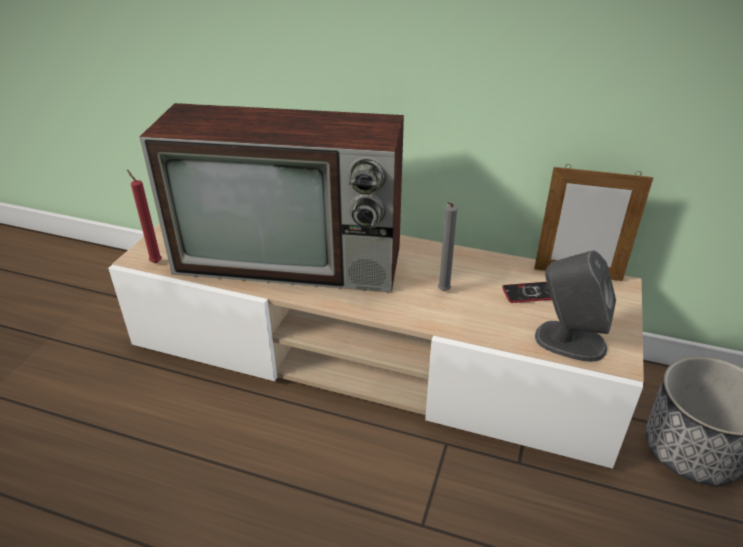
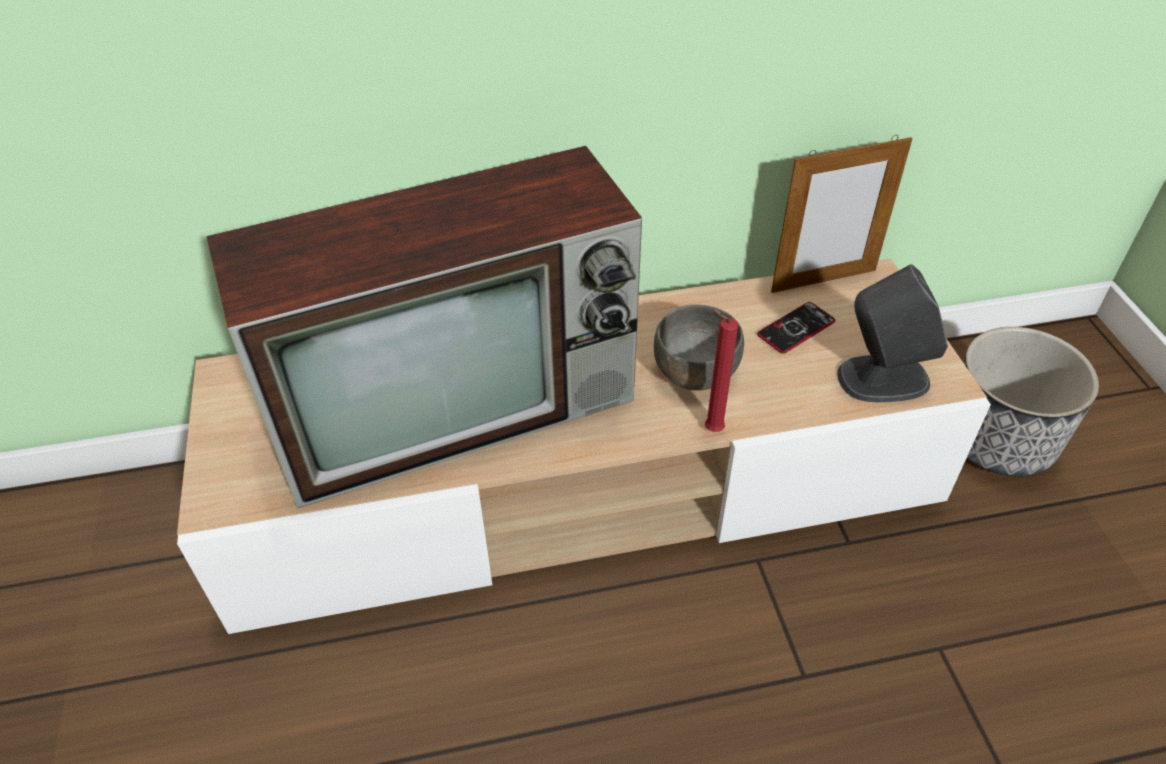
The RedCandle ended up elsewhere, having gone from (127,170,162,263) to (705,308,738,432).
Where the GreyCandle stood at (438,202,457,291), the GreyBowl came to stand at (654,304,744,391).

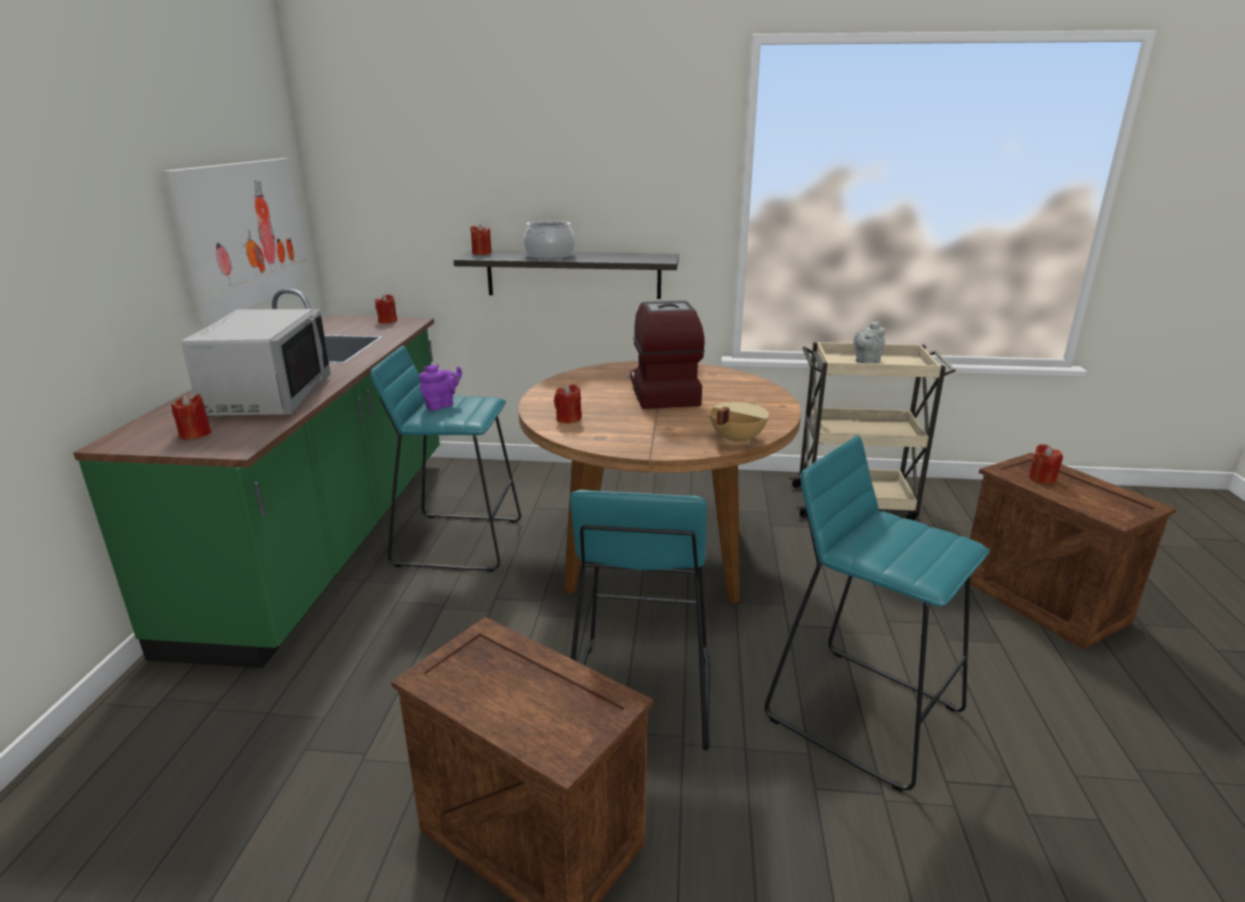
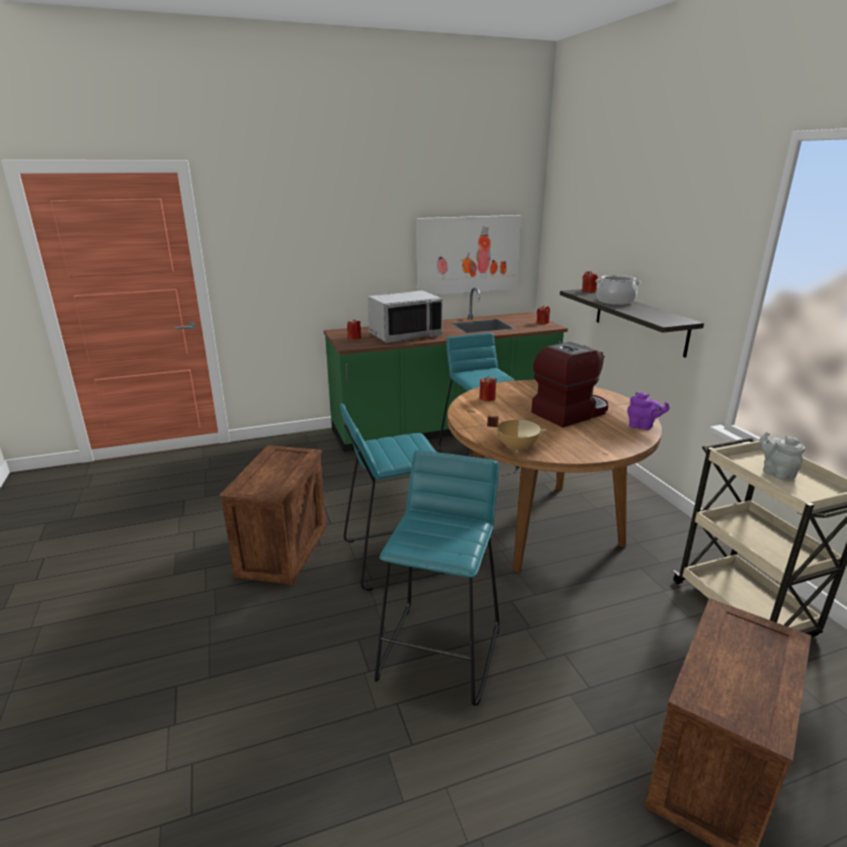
The second view lost the RedCandle at (1029,444,1063,484).
The PurpleTeapot ended up elsewhere, having gone from (419,364,462,410) to (627,392,670,430).
The GreyTeapot at (853,321,886,364) ended up facing another way, 45 degrees clockwise from before.

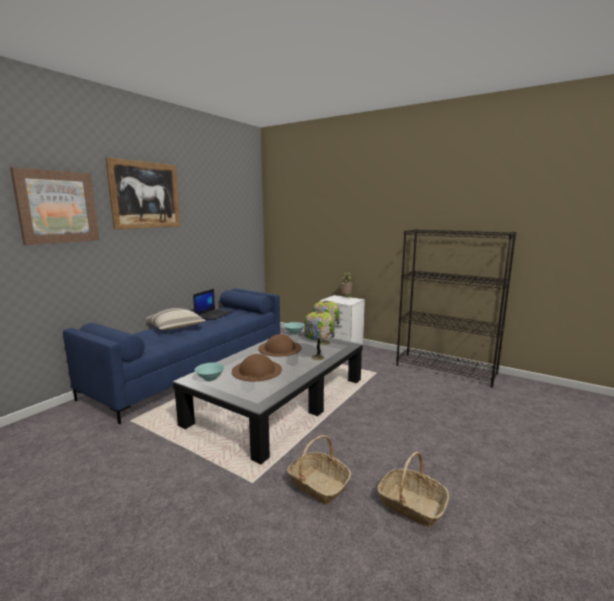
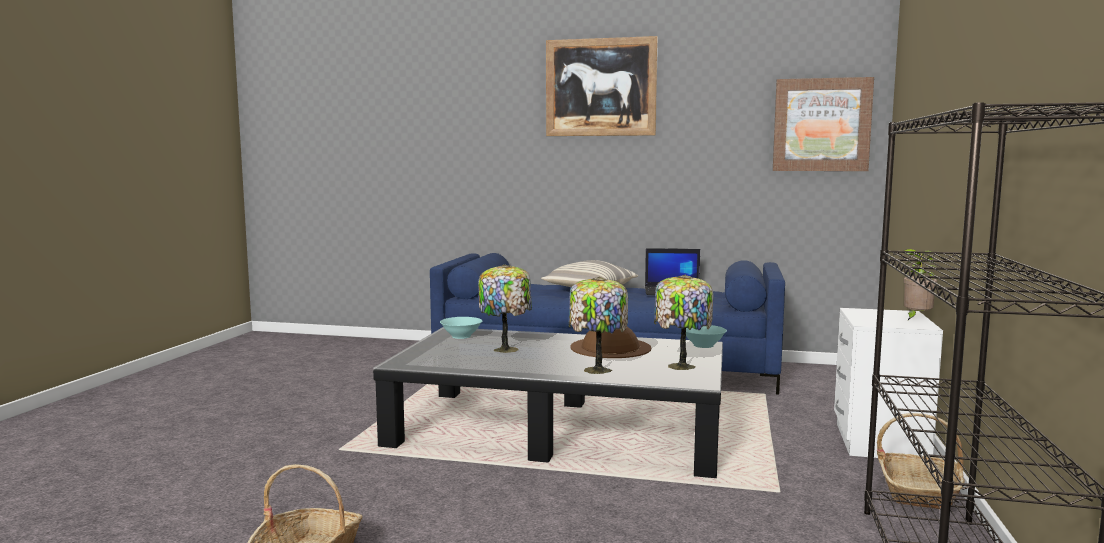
The Picture ended up elsewhere, having gone from (10,167,99,245) to (773,77,874,171).
The Basket ended up elsewhere, having gone from (287,435,351,504) to (877,413,965,509).
Where the BrownHat stood at (232,354,282,381), the TableLamp came to stand at (478,264,532,353).

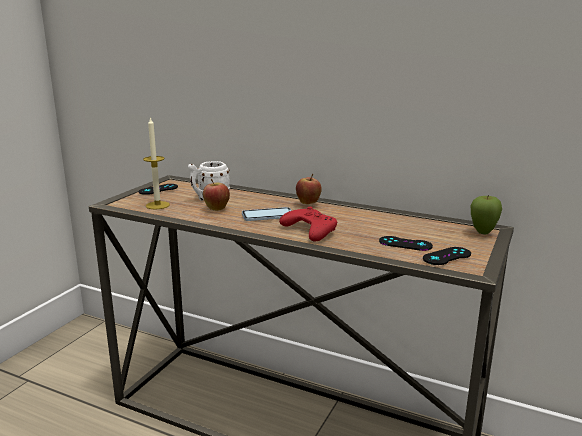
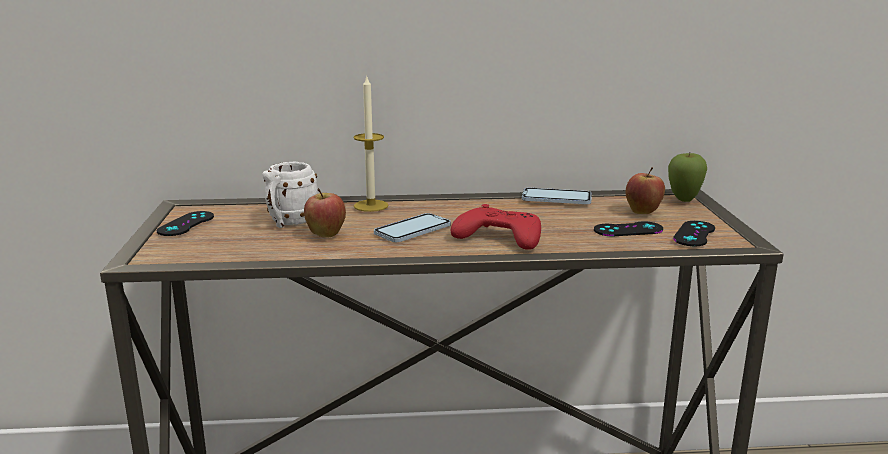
The second view gained the Phone at (522,188,592,204).
The Candle ended up elsewhere, having gone from (143,117,170,209) to (353,75,389,212).
The Apple ended up elsewhere, having gone from (296,174,322,205) to (626,167,665,214).

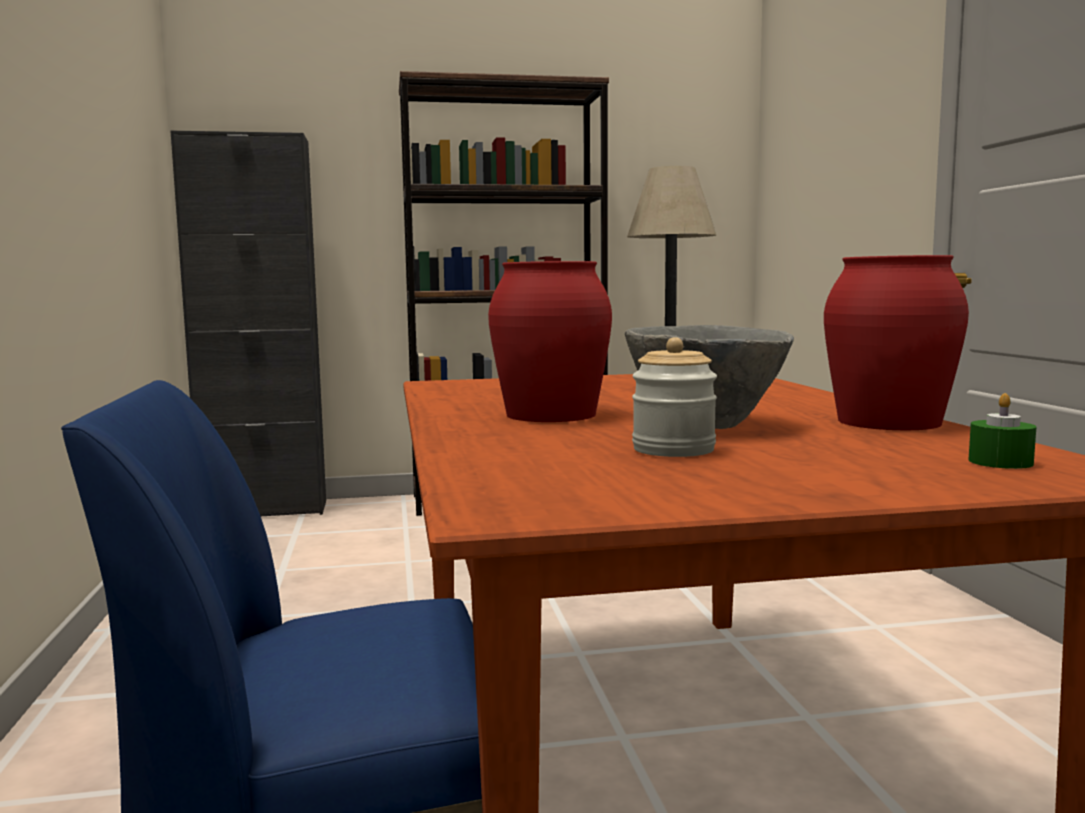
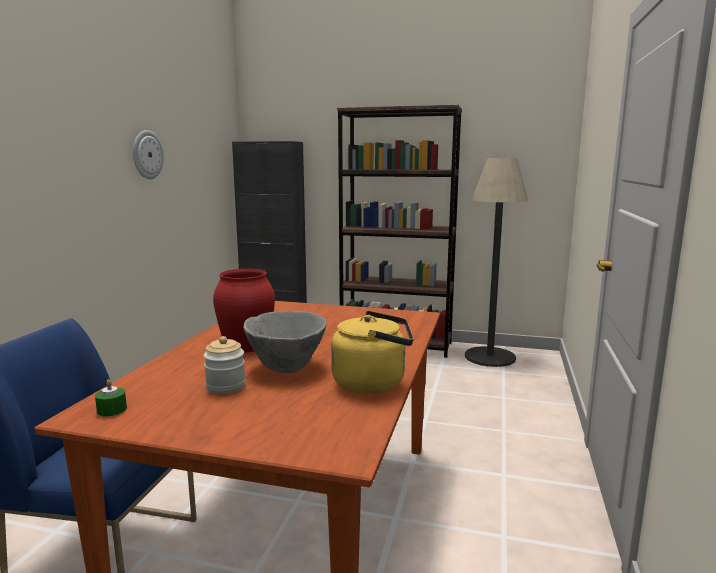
The second view gained the WallClock at (133,130,164,179).
The GreenCandle ended up elsewhere, having gone from (969,393,1036,469) to (95,379,127,416).
Where the RedVase stood at (824,255,969,430), the YellowKettle came to stand at (331,311,414,394).

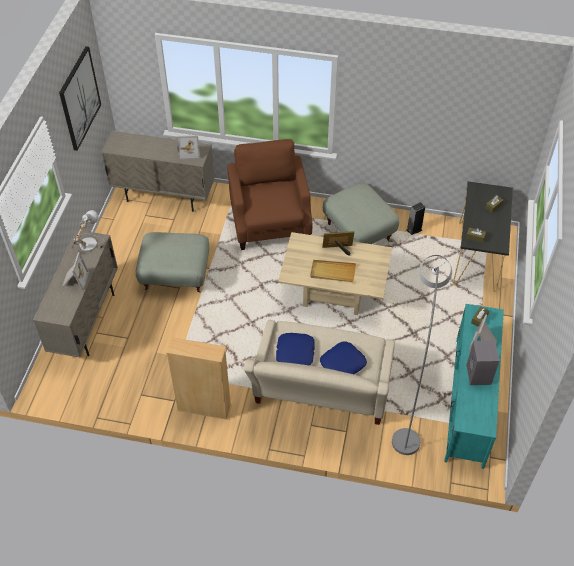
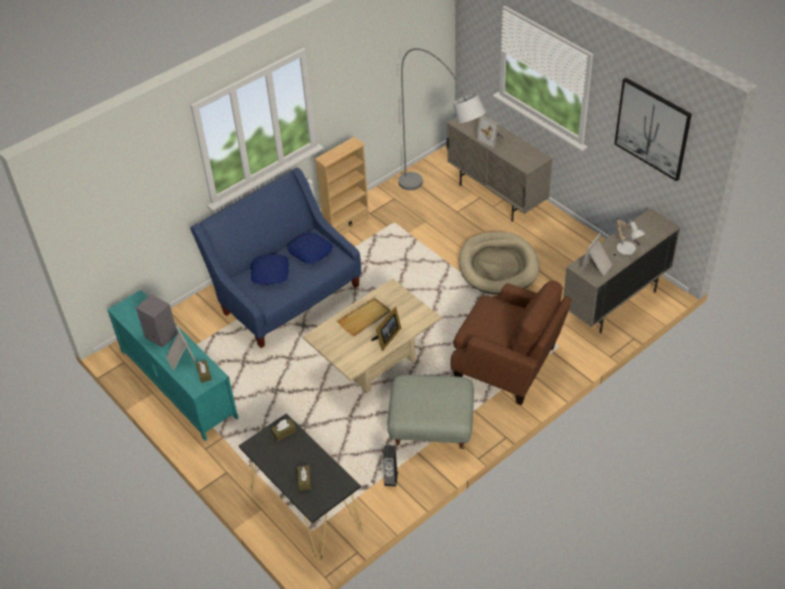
The TableLamp ended up elsewhere, having gone from (71,210,105,252) to (613,218,645,261).
The GreyFloorLamp ended up elsewhere, having gone from (392,255,452,455) to (398,48,486,190).
Where the GreyOttoman stood at (136,232,209,293), the BeigeDogBed came to stand at (459,231,540,294).
What was the BeigeSofa at (244,320,395,425) turned into the BlueSofa at (190,168,361,348).

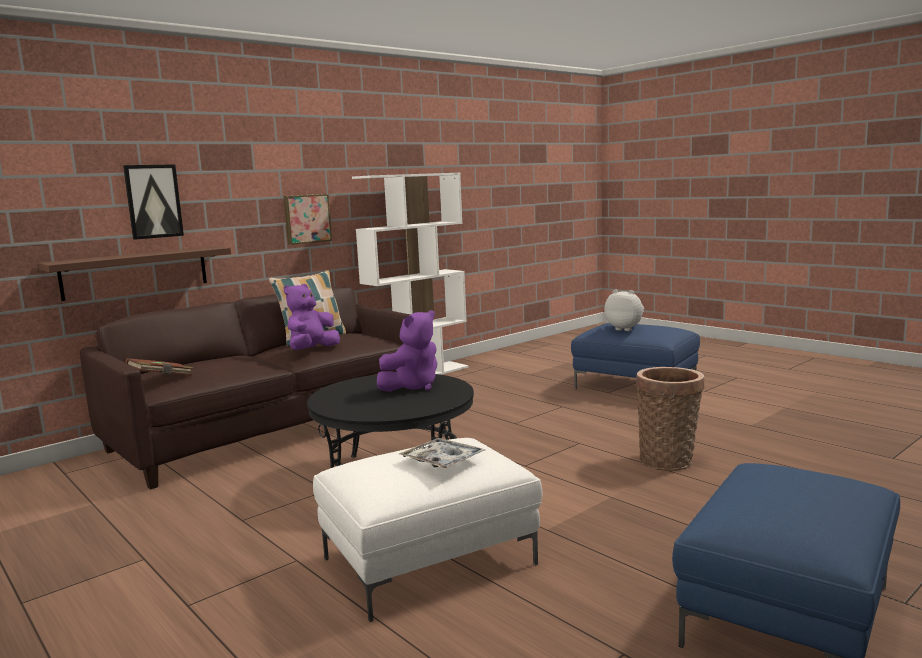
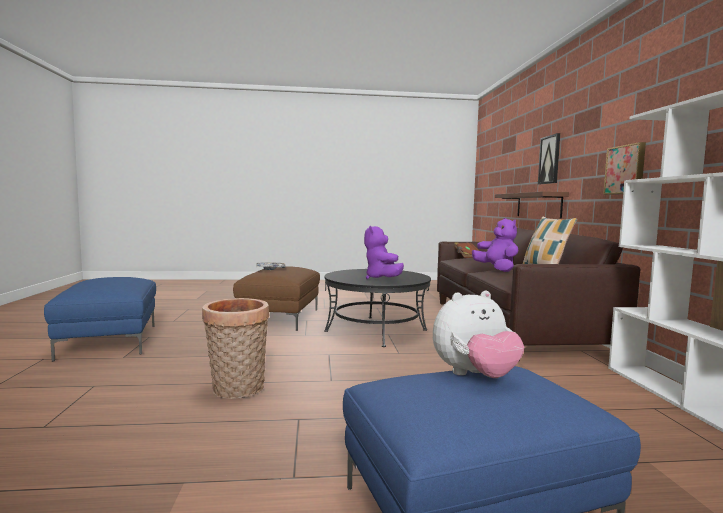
What was the WhiteOttoman at (313,438,542,622) turned into the BrownOttoman at (233,266,320,331).

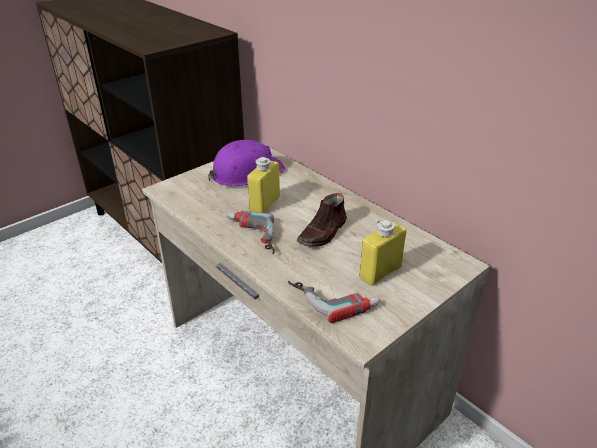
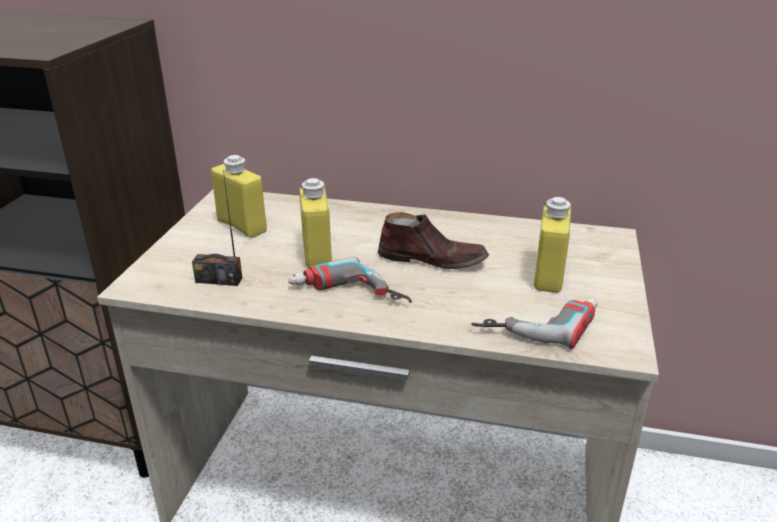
The second view gained the Radio at (192,170,242,286).
Where the PurpleHardHat stood at (208,140,285,186), the YellowBottle came to stand at (211,155,267,238).
The BrownShoe at (296,193,347,247) ended up facing another way, 75 degrees counterclockwise from before.

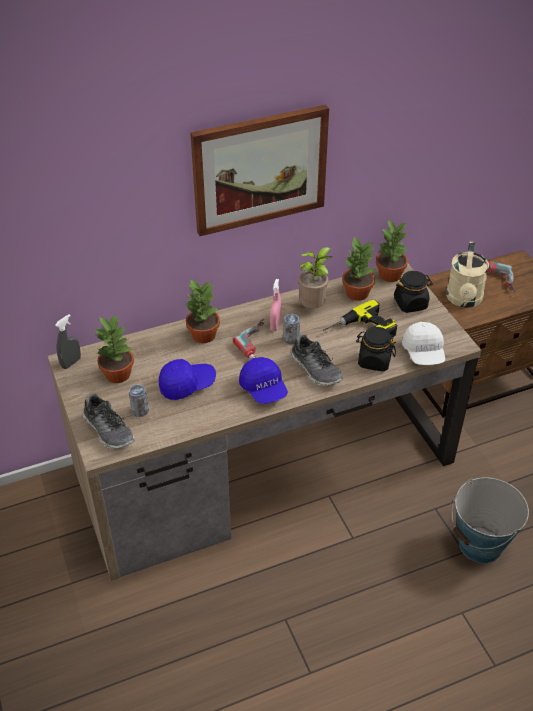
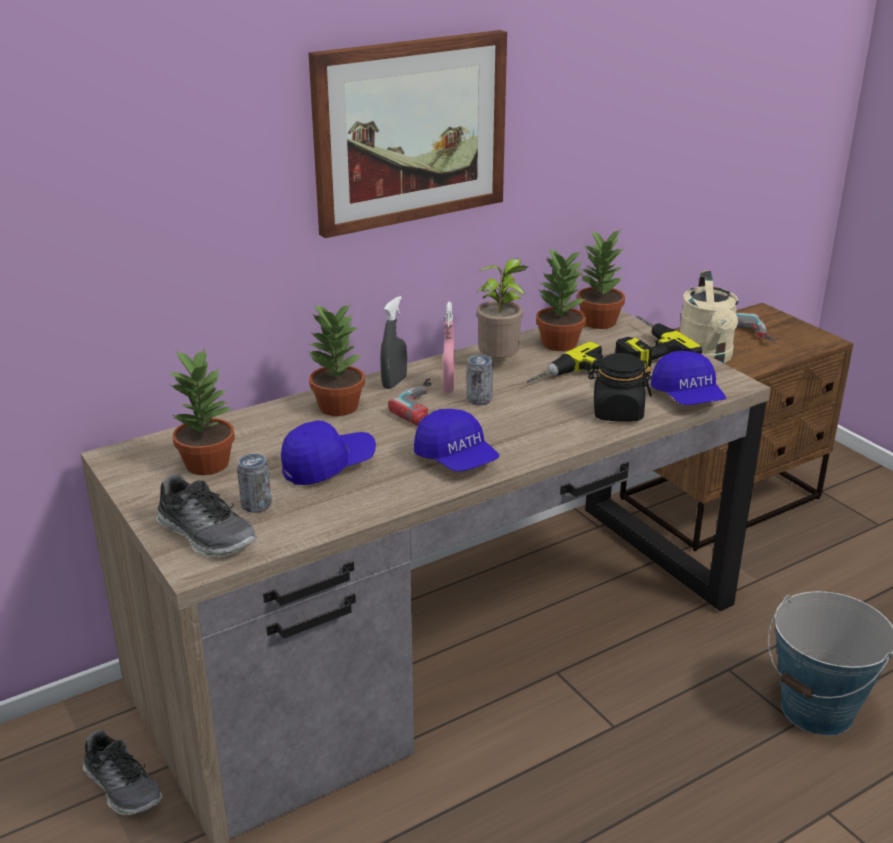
The GreySprayBottle ended up elsewhere, having gone from (55,314,81,369) to (380,296,407,389).
The Shoe ended up elsewhere, having gone from (290,334,343,386) to (83,730,162,815).
Where the BlackJar stood at (394,271,433,313), the PowerDrill came to stand at (615,315,702,367).
What was the WhiteCap at (402,322,445,365) turned into the BlueCap at (651,351,726,405).

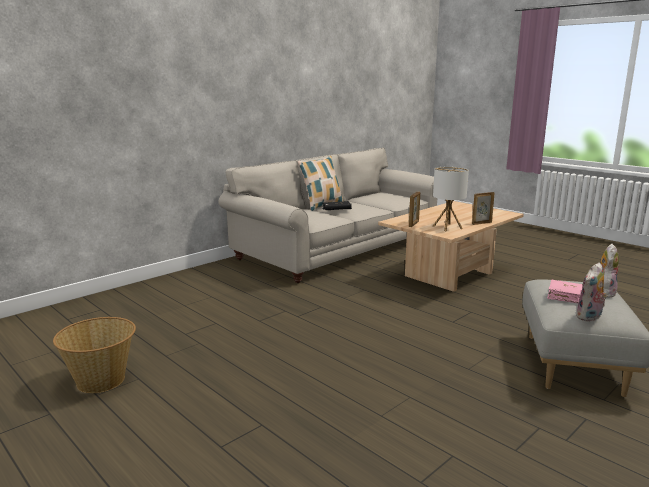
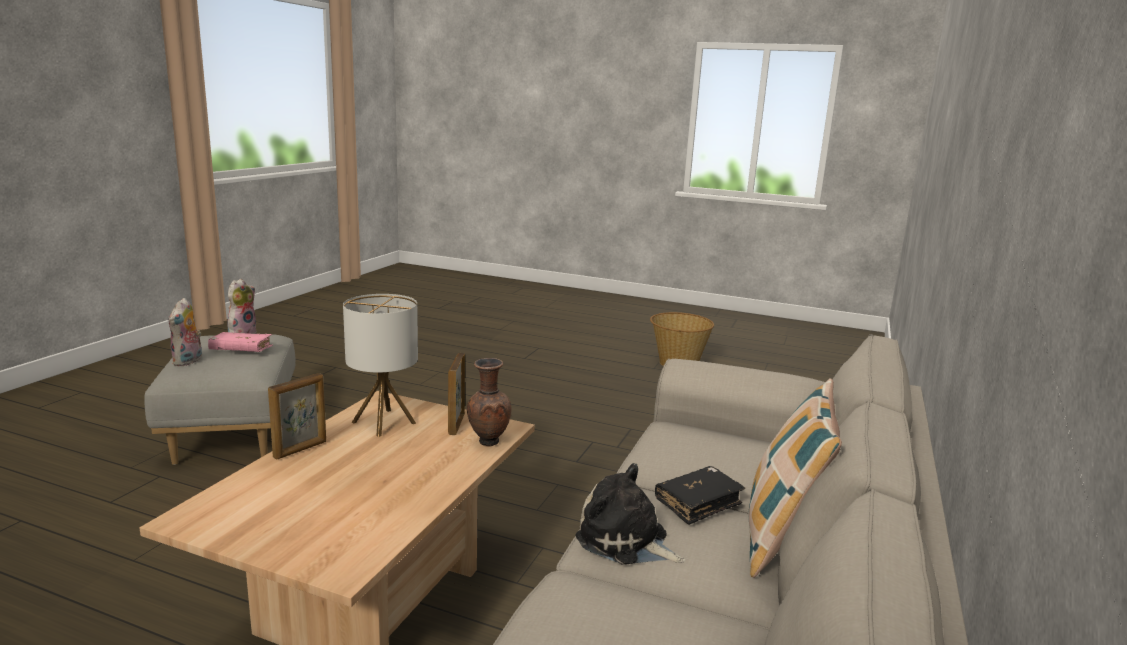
The second view gained the BrownVase at (467,358,512,447).
The second view gained the PlushToy at (575,463,685,565).

